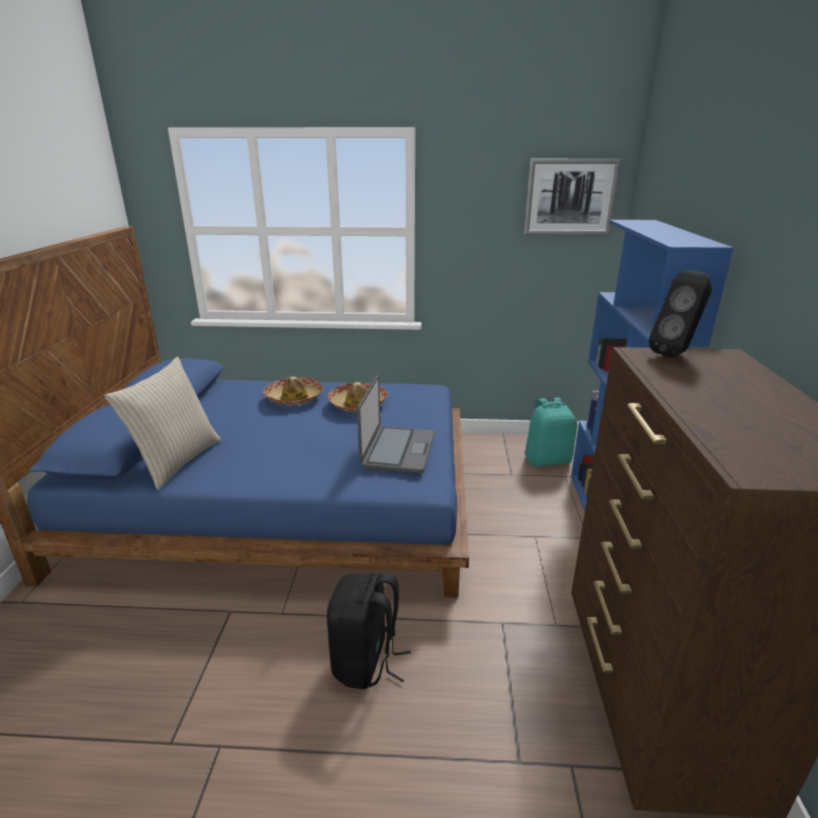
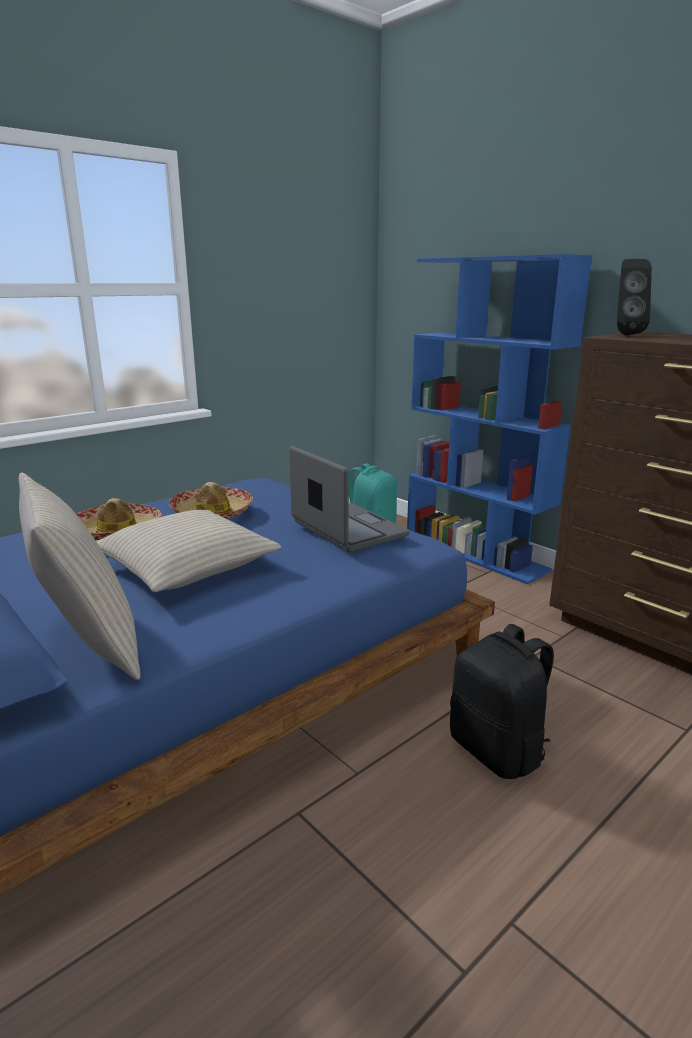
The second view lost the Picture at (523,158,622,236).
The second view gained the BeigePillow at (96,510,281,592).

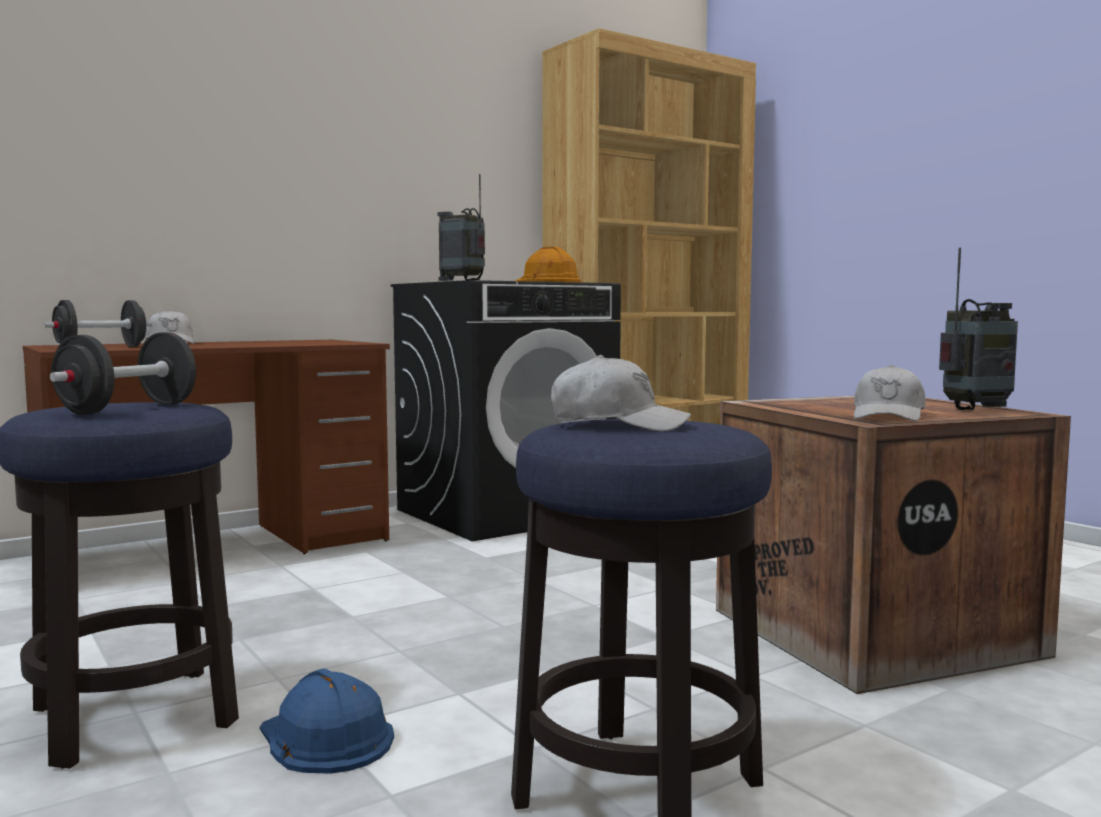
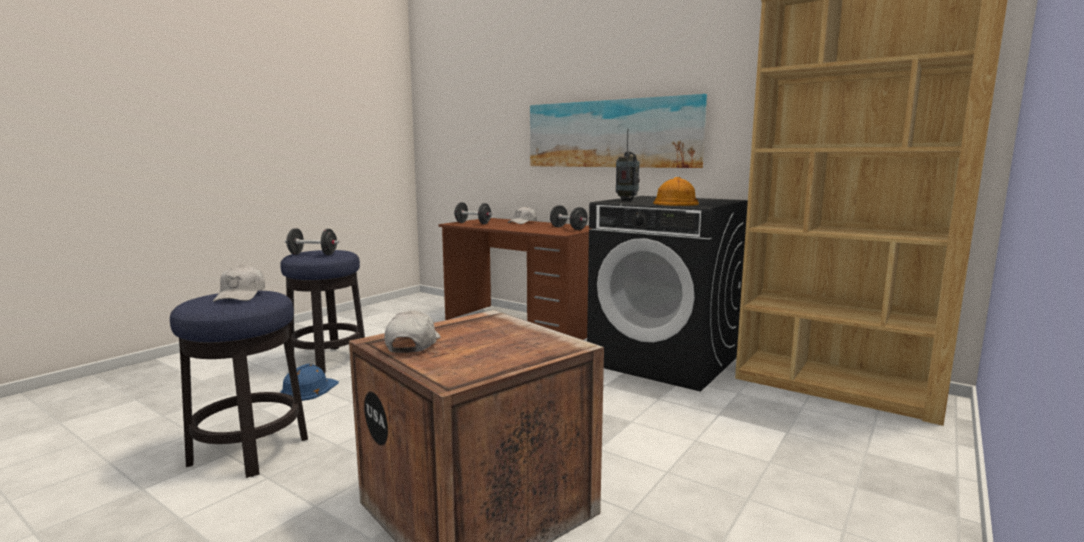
The second view lost the Radio at (939,248,1018,410).
The second view gained the Picture at (530,94,707,168).
The second view gained the BlackDumbbell at (550,205,588,230).
The WhiteCap at (854,365,926,421) ended up facing another way, 90 degrees clockwise from before.

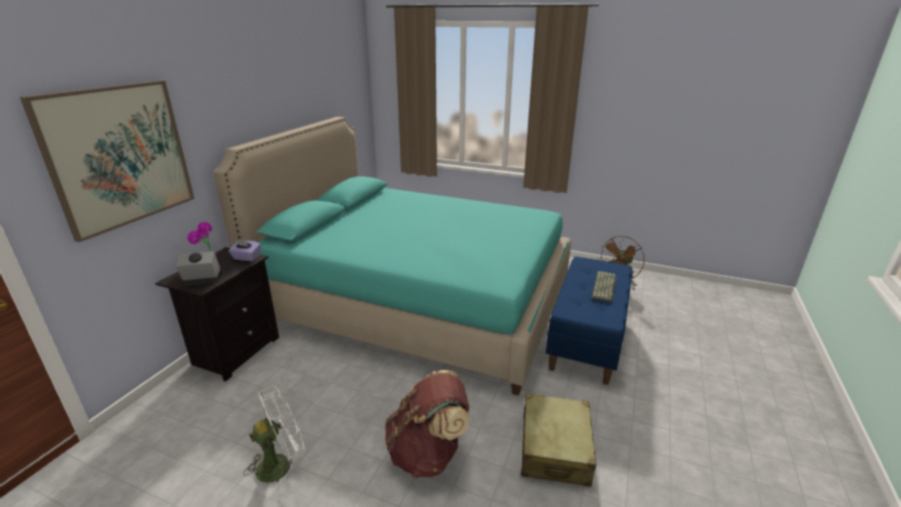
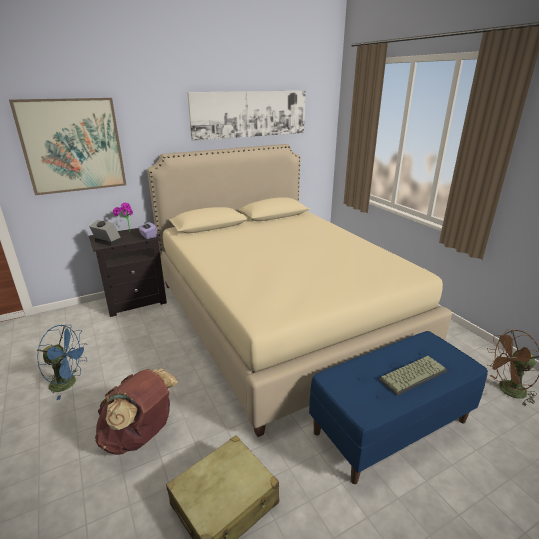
The second view gained the Picture at (187,91,306,141).
What was the TurquoiseBed at (213,117,571,396) turned into the BeigeBed at (147,144,452,437).
What was the WhiteFan at (243,386,305,485) turned into the BlueFan at (37,325,88,400).

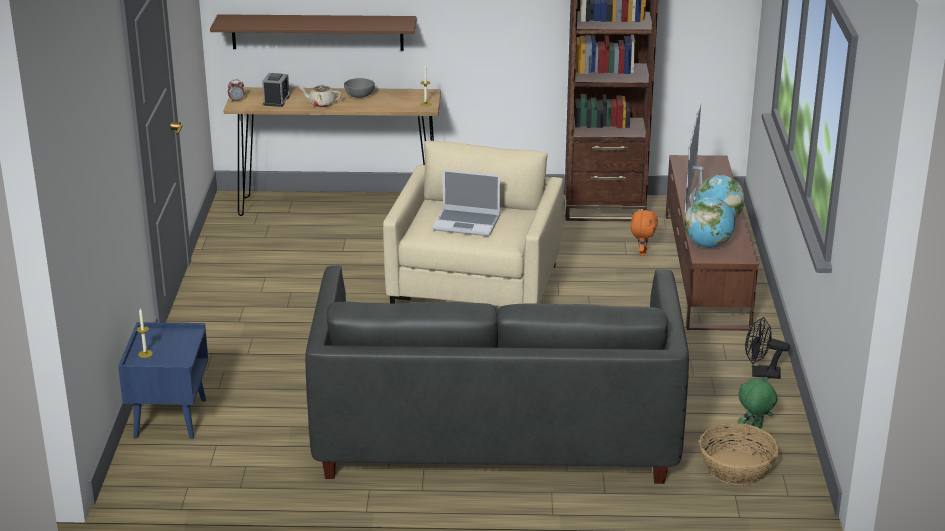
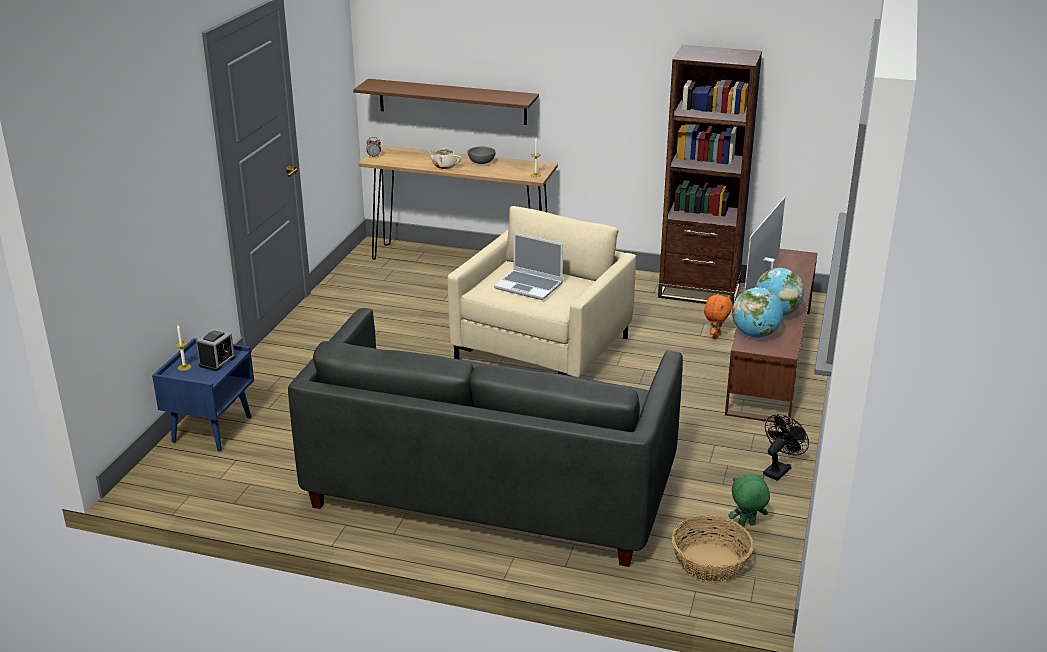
The AlarmClock ended up elsewhere, having gone from (262,73,290,107) to (196,329,236,371).
The BlackFan at (745,317,790,379) ended up facing another way, 105 degrees clockwise from before.

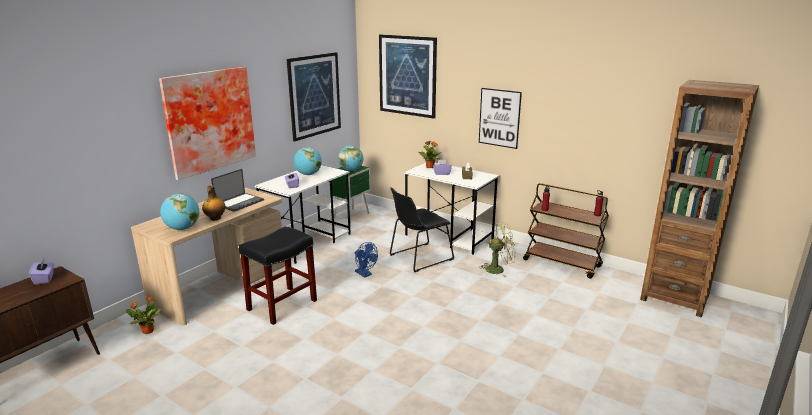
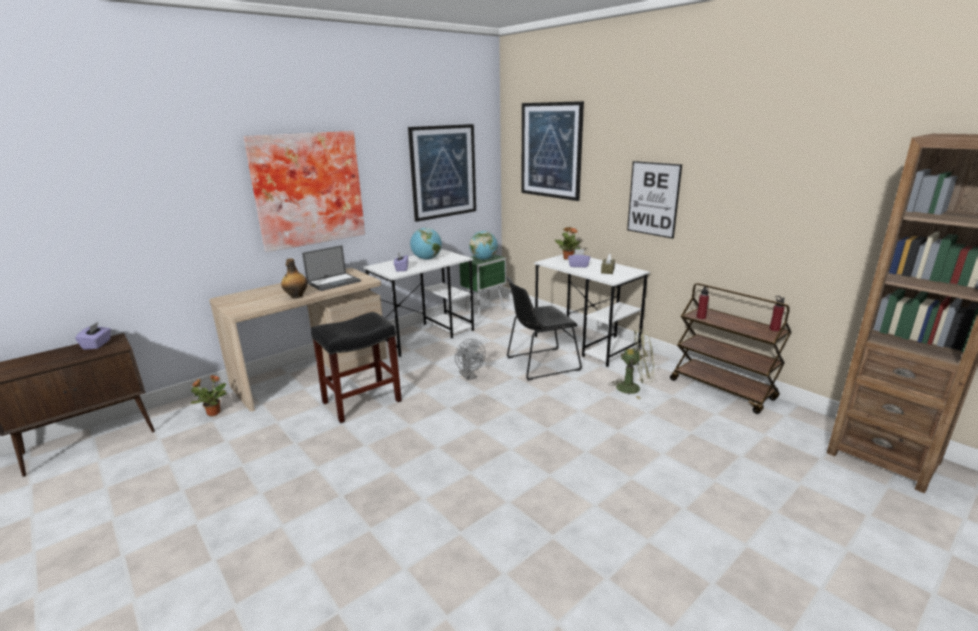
The second view lost the Globe at (160,194,199,230).
What was the BlueFan at (355,242,378,278) turned into the GreyFan at (455,339,485,380).

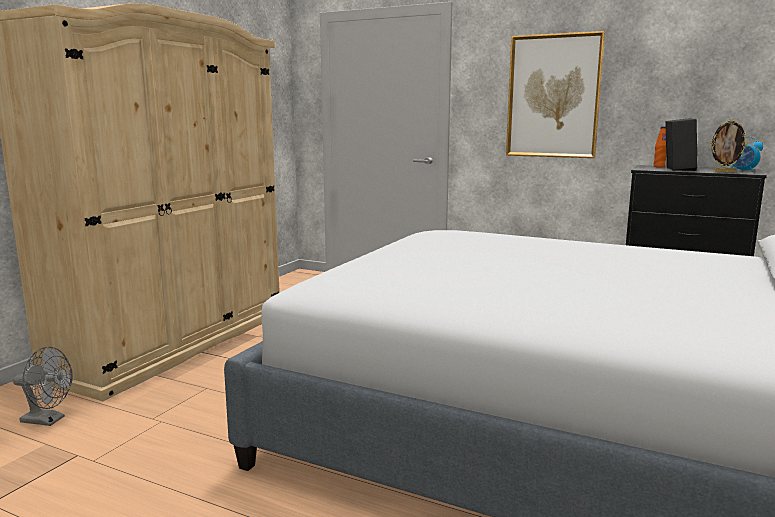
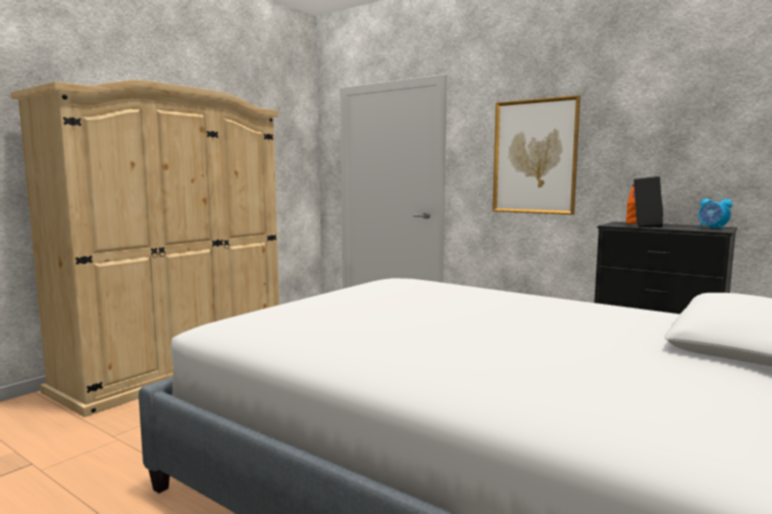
The second view lost the GreyFan at (13,347,73,426).
The second view lost the PictureFrame at (710,119,748,173).

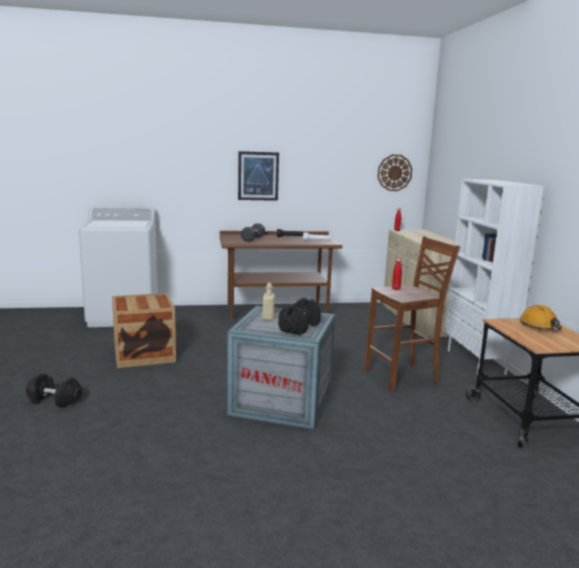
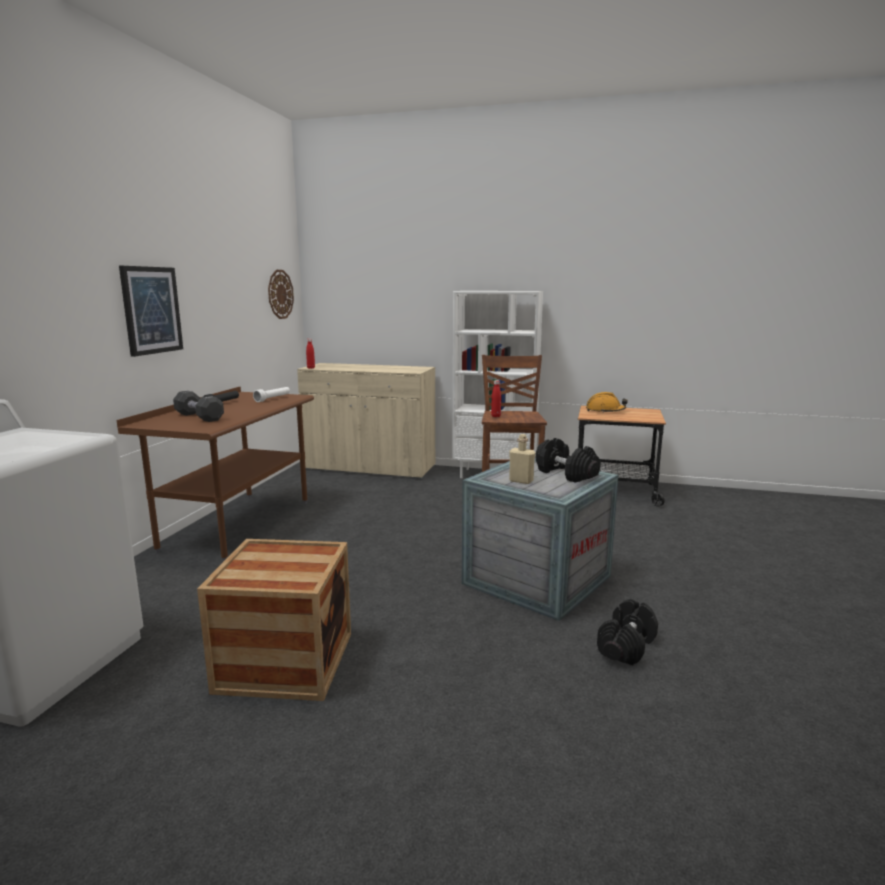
The BlackDumbbell ended up elsewhere, having gone from (26,374,82,407) to (597,599,658,665).

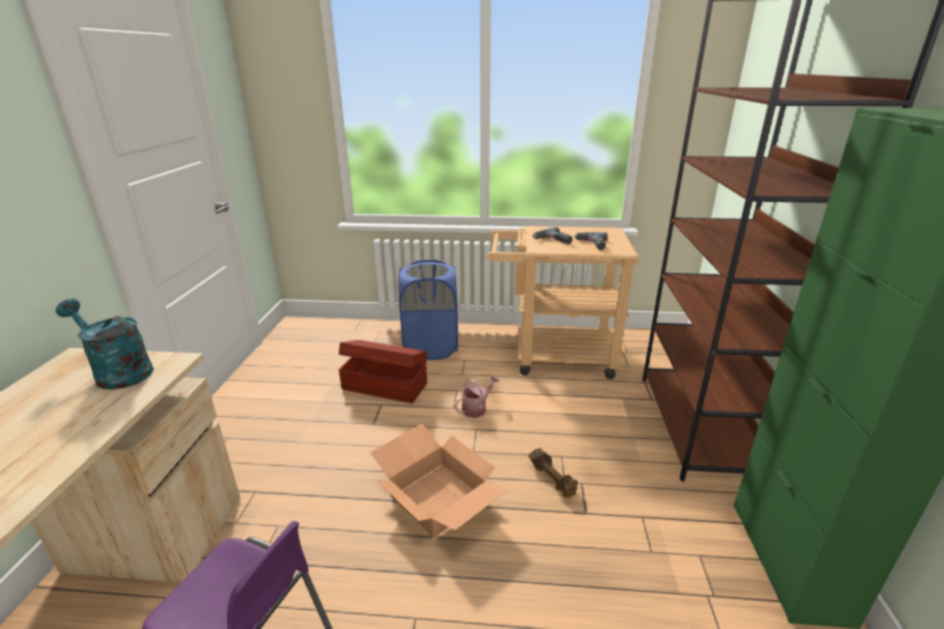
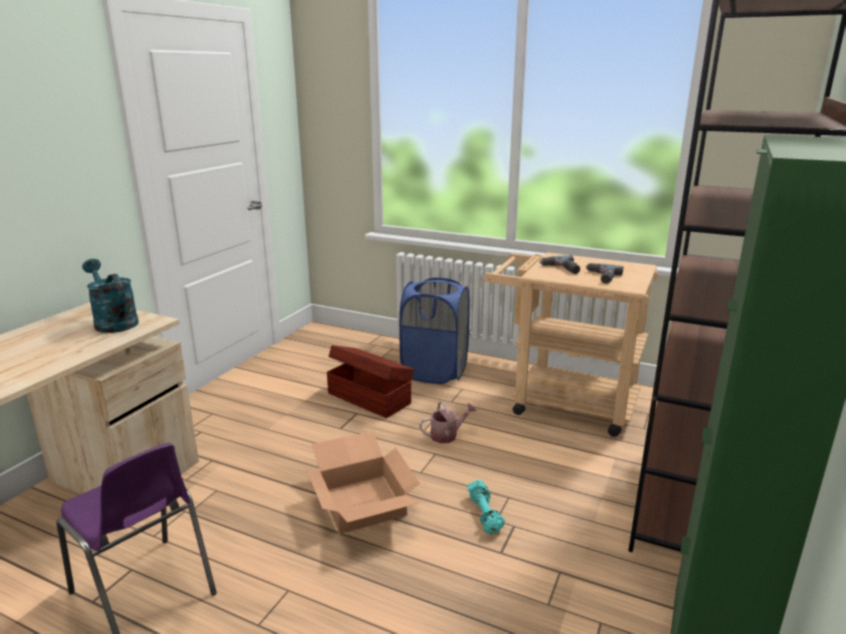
What was the BrownDumbbell at (528,448,578,498) turned into the TurquoiseDumbbell at (468,480,505,534).

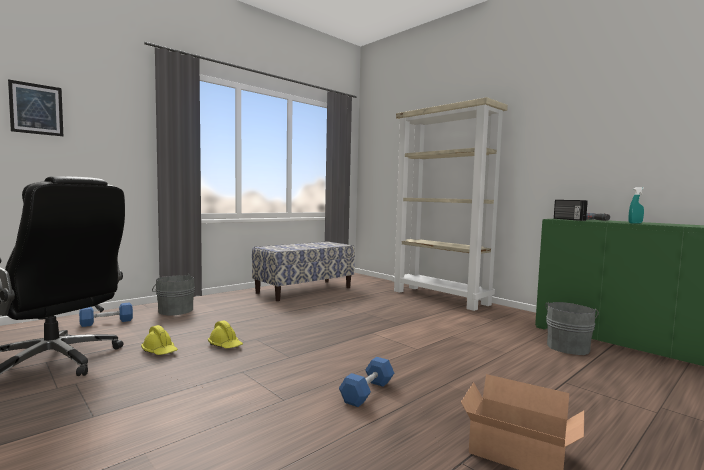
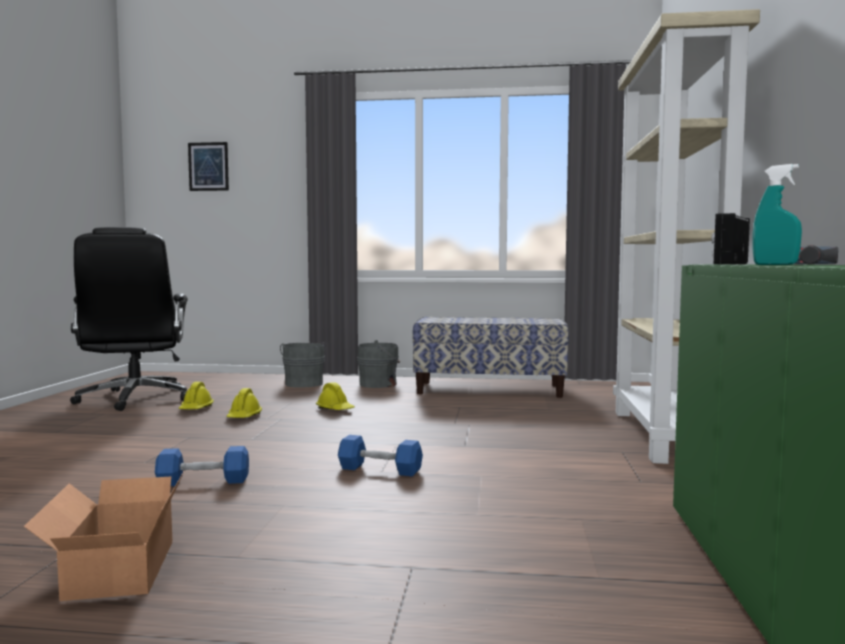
The second view gained the YellowHardHat at (316,382,355,410).
The BlueDumbbell ended up elsewhere, having gone from (79,302,133,327) to (338,435,423,477).
The GreyBucket ended up elsewhere, having gone from (545,302,599,355) to (357,340,400,388).

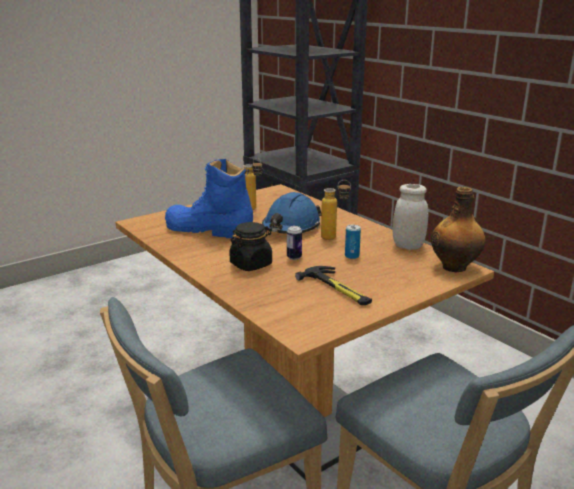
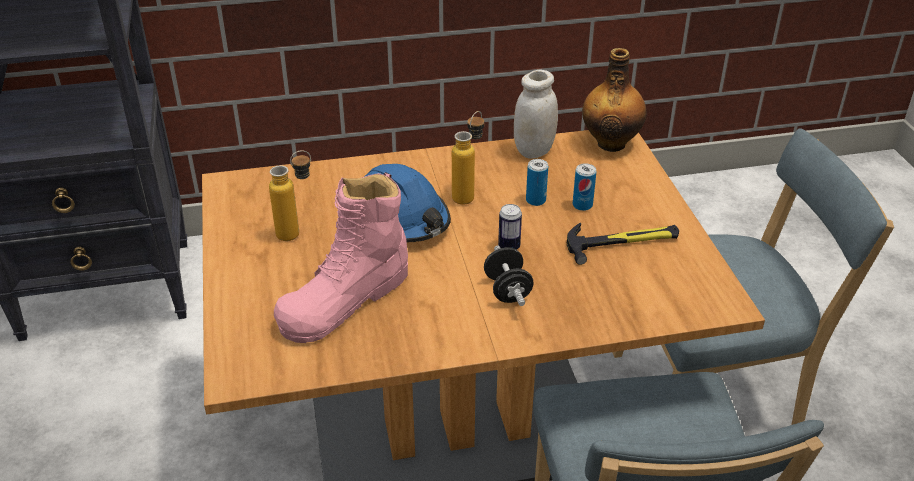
The second view gained the Can at (573,163,597,211).
Where the BlackJar stood at (229,222,272,271), the BlackDumbbell came to stand at (484,246,534,306).
What was the BlueBoot at (165,159,253,238) turned into the PinkBoot at (274,172,408,343).

